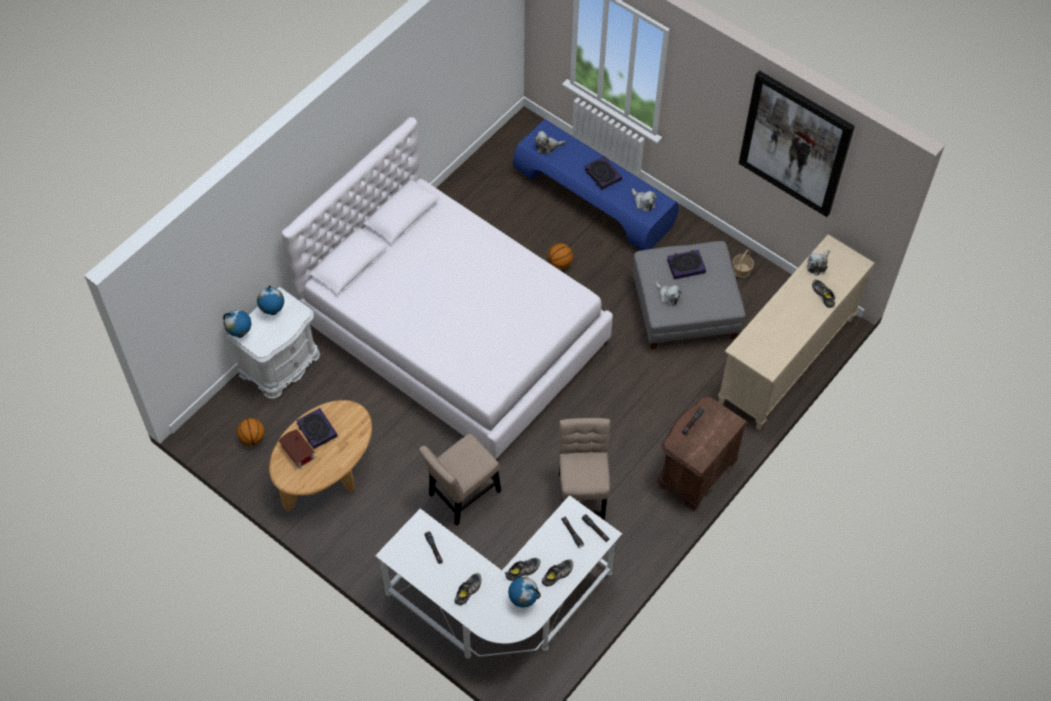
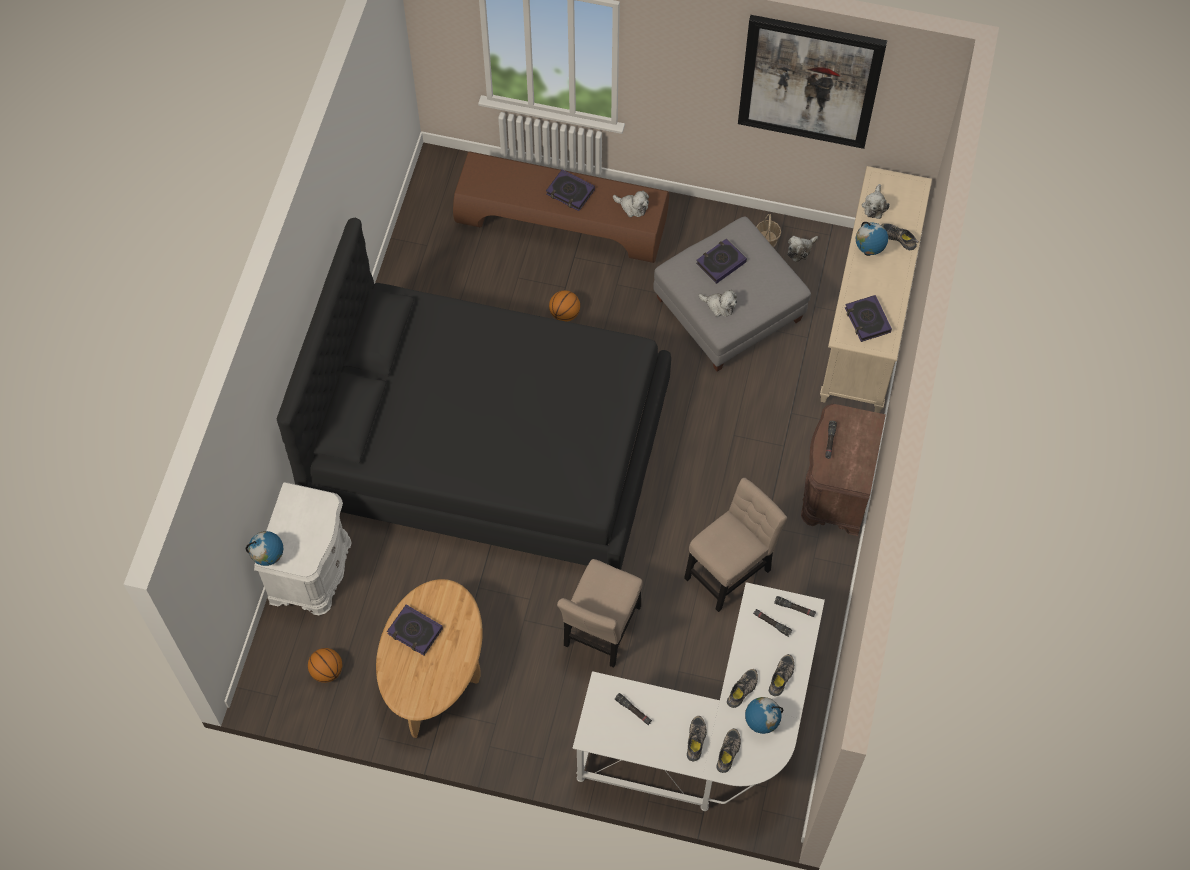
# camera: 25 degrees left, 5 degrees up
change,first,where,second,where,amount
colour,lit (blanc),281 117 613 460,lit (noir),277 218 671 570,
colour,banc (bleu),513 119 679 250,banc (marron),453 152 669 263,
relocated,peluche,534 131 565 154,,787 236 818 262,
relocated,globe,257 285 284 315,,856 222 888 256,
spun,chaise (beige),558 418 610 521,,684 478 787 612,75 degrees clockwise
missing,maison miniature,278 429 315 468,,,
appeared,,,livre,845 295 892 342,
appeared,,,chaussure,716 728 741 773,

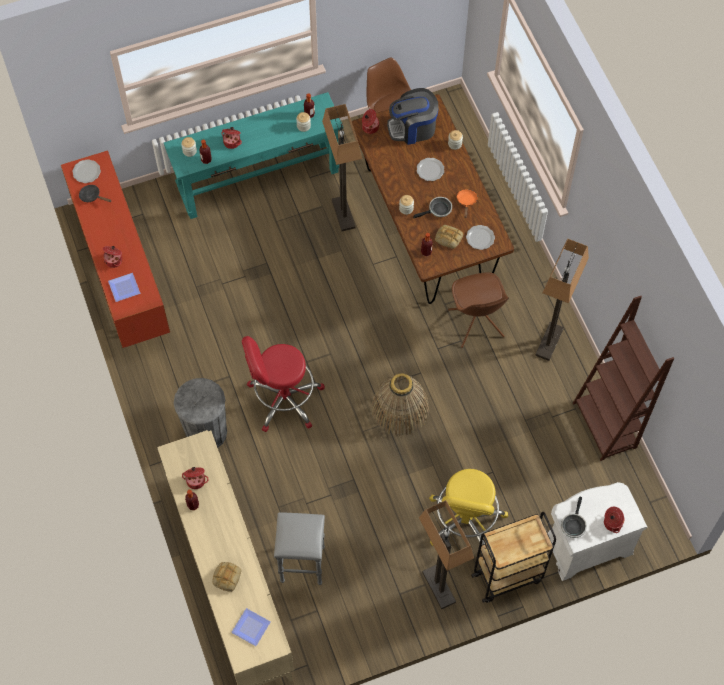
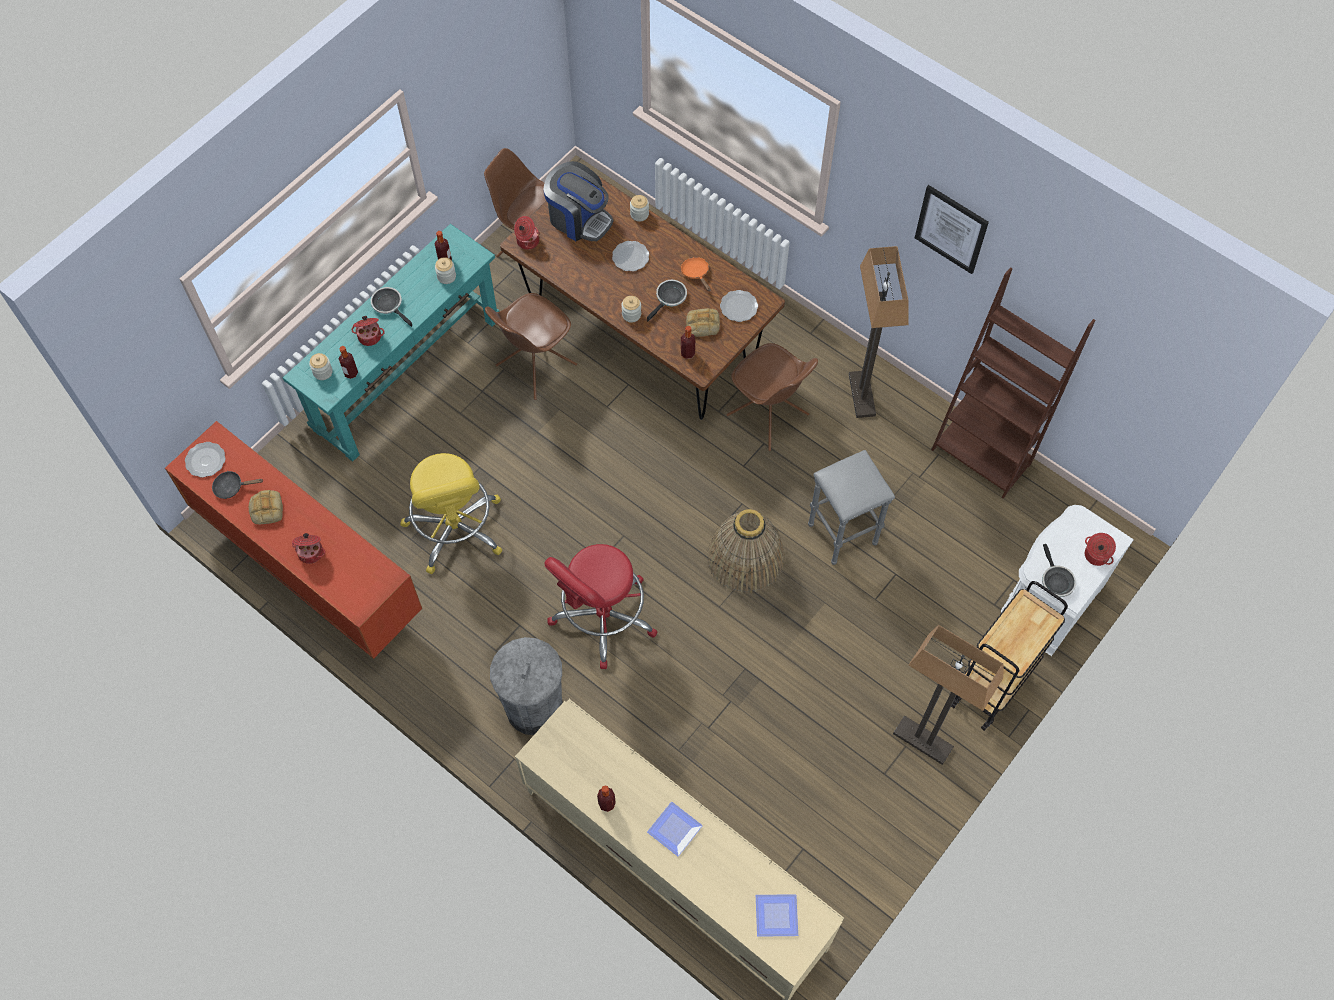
# camera: 30 degrees left, 0 degrees up
change,first,where,second,where,amount
spun,machine à café,387 88 439 145,,543 161 613 241,105 degrees counterclockwise
exchanged,lampadaire,322 104 362 231,chaise (marron),485 293 577 400,
relocated,assiette,108 273 140 302,,647 802 703 857,
missing,marmite,182 467 209 489,,,
relocated,tabouret (jaune),429 469 508 546,,400 453 502 574,
relocated,tabouret (gris),274 512 325 585,,808 450 895 565,
relocated,pain,212 562 241 592,,249 490 283 524,
appeared,,,tableau,915 185 989 274,
appeared,,,poêle,371 287 412 327,

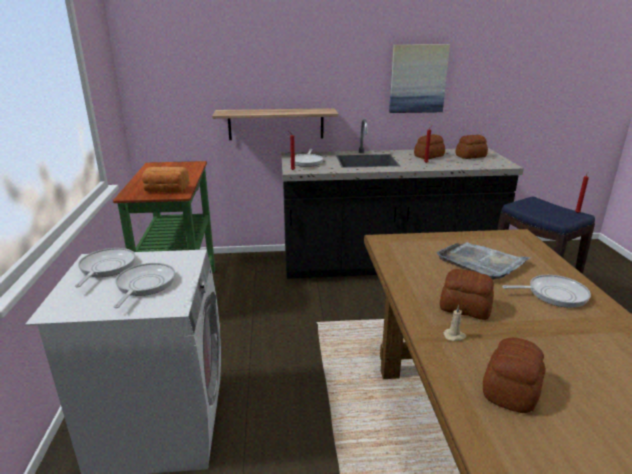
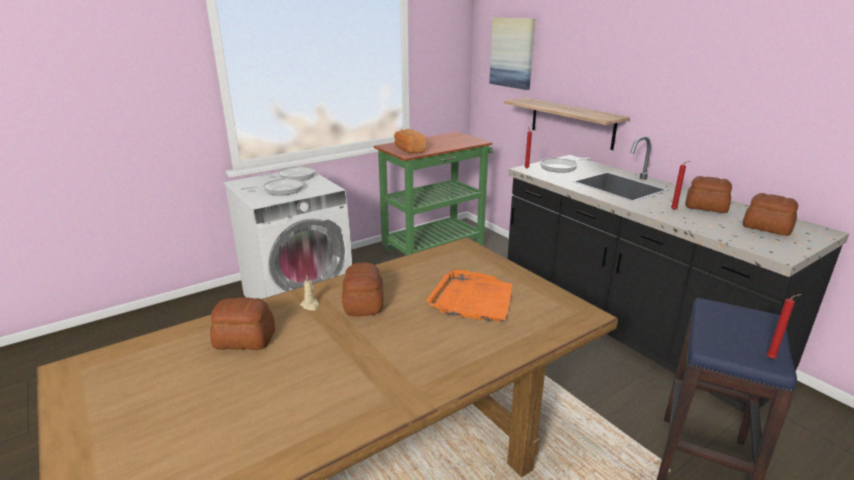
# camera: 60 degrees right, 0 degrees up
change,first,where,second,where,amount
relocated,tableau,389 44 450 113,,489 17 535 90,
colour,plateau (gris),437 242 530 280,plateau (orange),426 269 512 322,
missing,poêle,502 275 591 308,,,

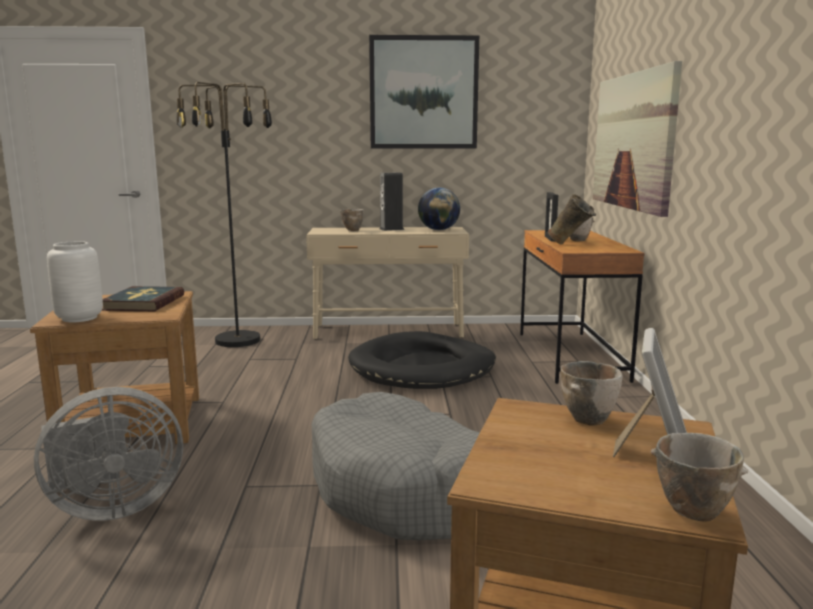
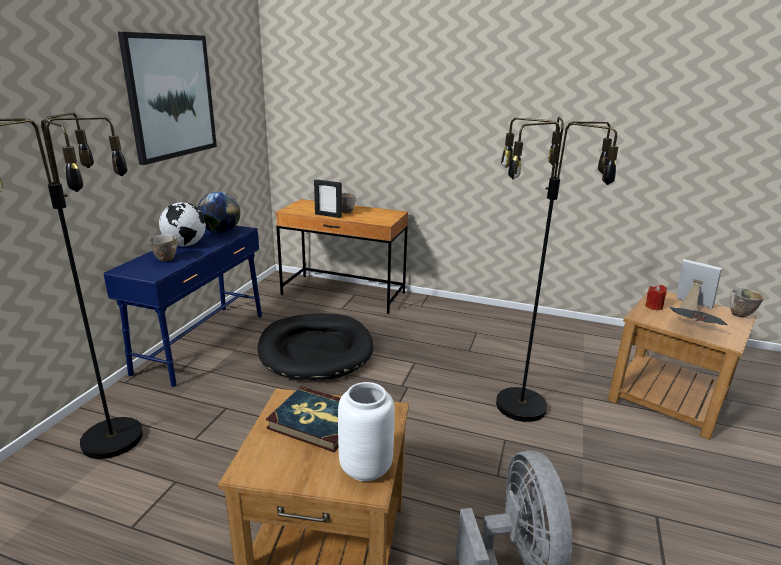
# camera: 70 degrees left, 10 degrees up
change,first,where,second,where,amount
missing,tableau,593 61 682 217,,,
exchanged,enceinte,379 173 404 231,globe,159 202 206 247,
missing,vase (beige),548 194 596 244,,,
colour,table console (beige),306 227 469 339,table console (bleu),103 225 262 387,
exchanged,bol,560 361 623 426,bougie (rouge),645 285 667 310,
exchanged,panier pour chien (gris),312 392 480 540,lampadaire,496 117 618 422,
appeared,,,journal,668 306 728 325,

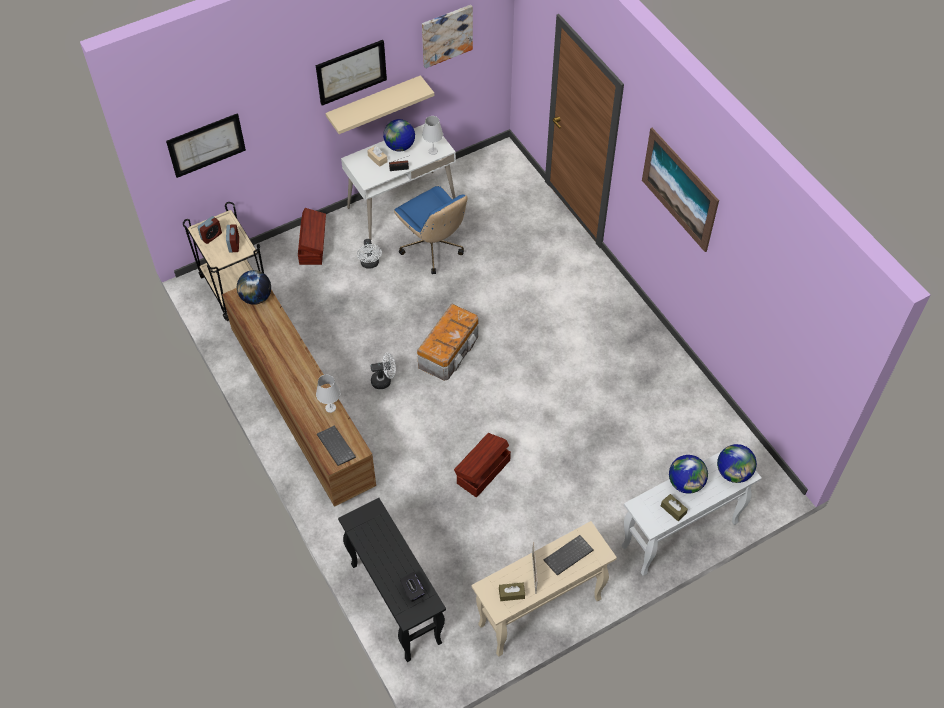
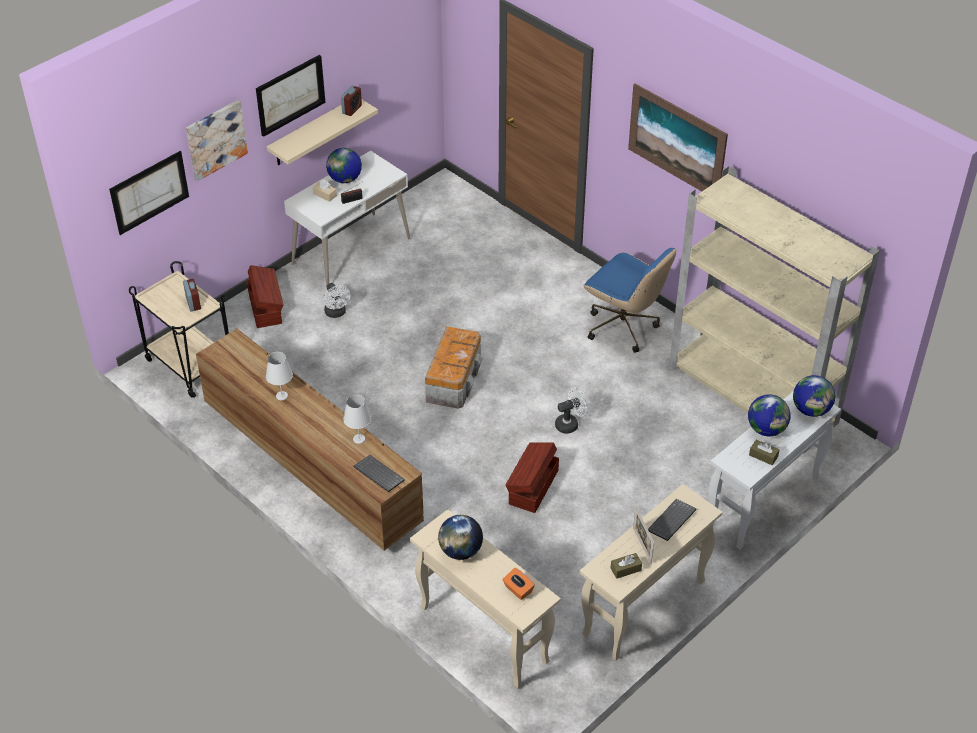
# camera: 15 degrees left, 10 degrees down
change,first,where,second,where,amount
relocated,tableau,422 5 473 68,,186 100 248 181,
relocated,lampe de table (blanc),422 116 443 155,,266 352 293 400,
relocated,chaise de bureau (bleu),394 186 468 274,,583 248 676 353,
relocated,réveil,198 216 222 244,,341 85 362 116,
relocated,globe,237 270 271 305,,438 515 483 560,
relocated,ventilateur (blanc),371 352 396 389,,555 387 587 434,
colour,table console (noir),338 498 446 662,table console (beige),410 509 561 689,
colour,boîte à mouchoirs (noir),400 572 425 602,boîte à mouchoirs (orange),503 568 535 600,
appeared,,,bibliothèque (beige),669 166 880 454,

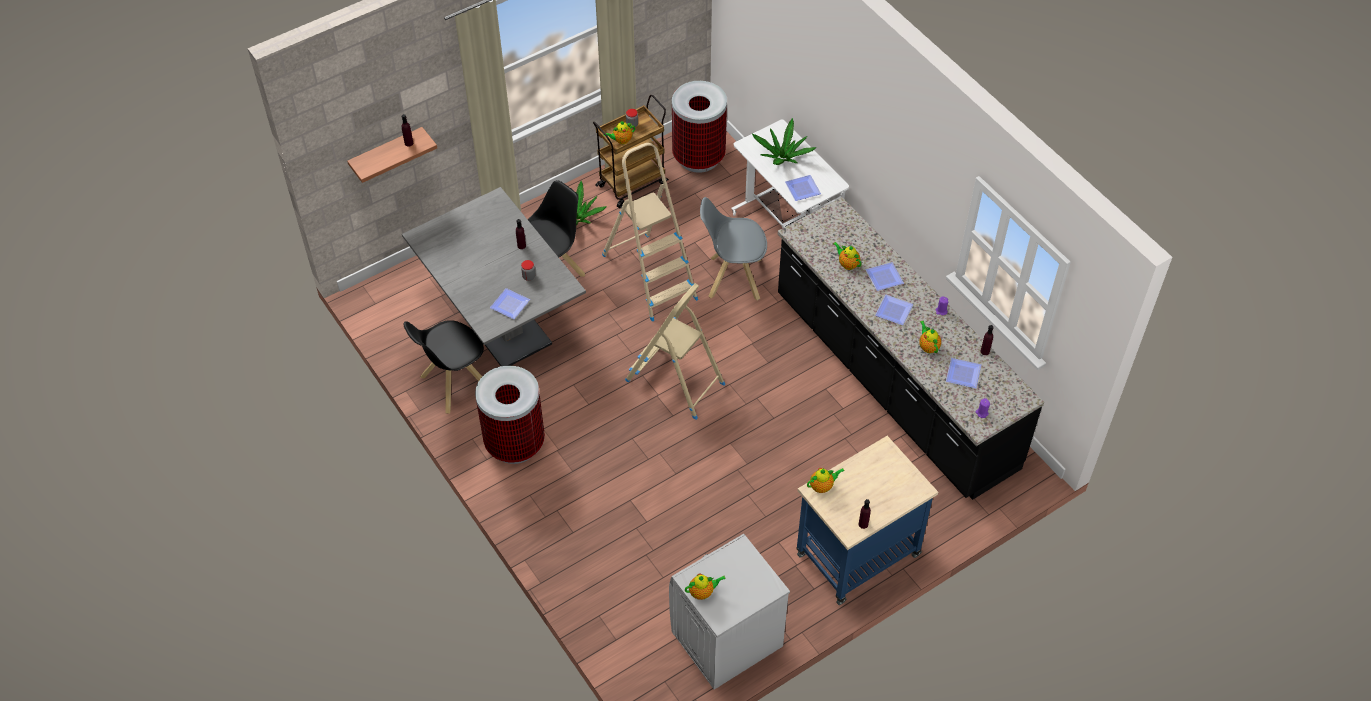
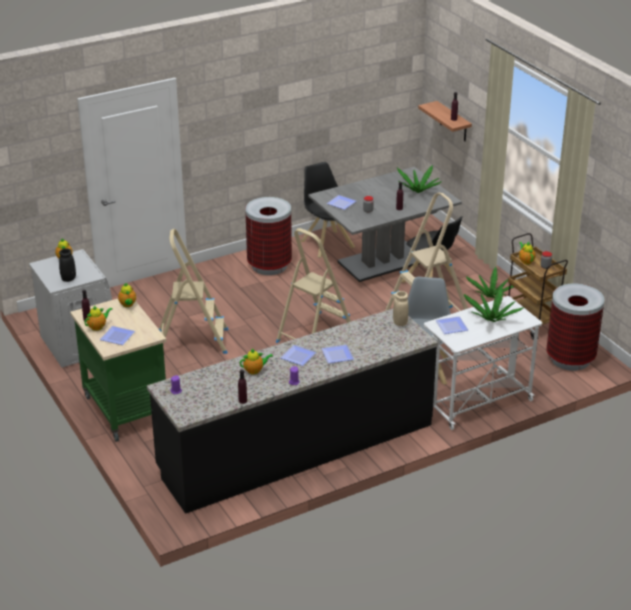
# camera: 95 degrees right, 20 degrees down
change,first,where,second,where,amount
relocated,théière,833 242 862 270,,84 306 112 331,
relocated,assiette,946 358 981 388,,100 326 135 345,
colour,chariot (bleu),797 436 938 605,chariot (vert),70 299 167 442,
appeared,,,plante en pot,397 165 441 193,
appeared,,,escabeau (beige),159 229 229 354,
appeared,,,vase (noir),59 248 76 282,
appeared,,,vase (beige),393 291 408 326,

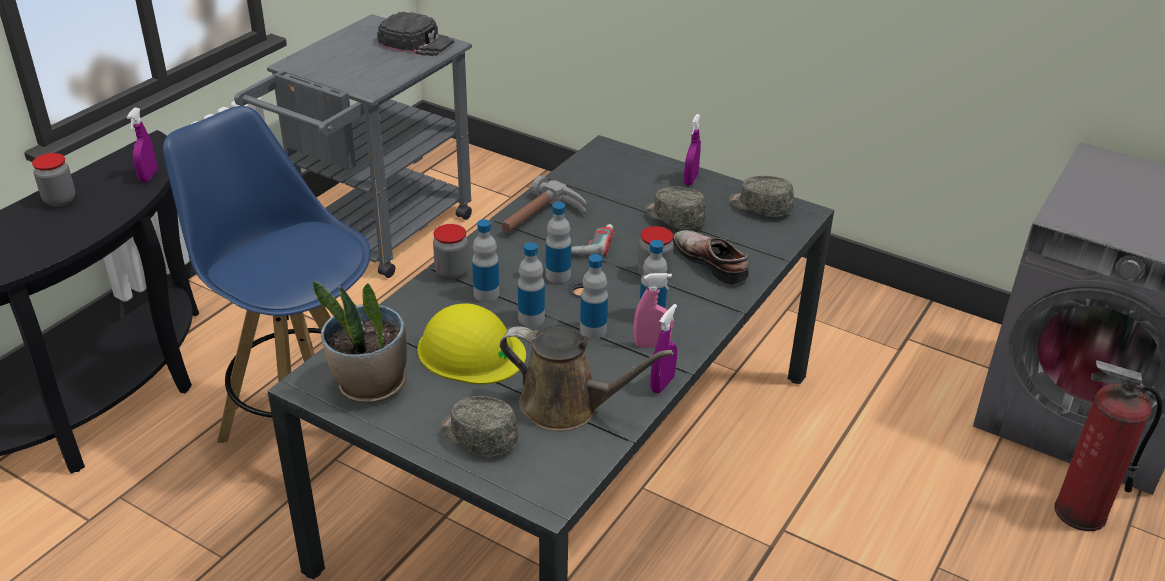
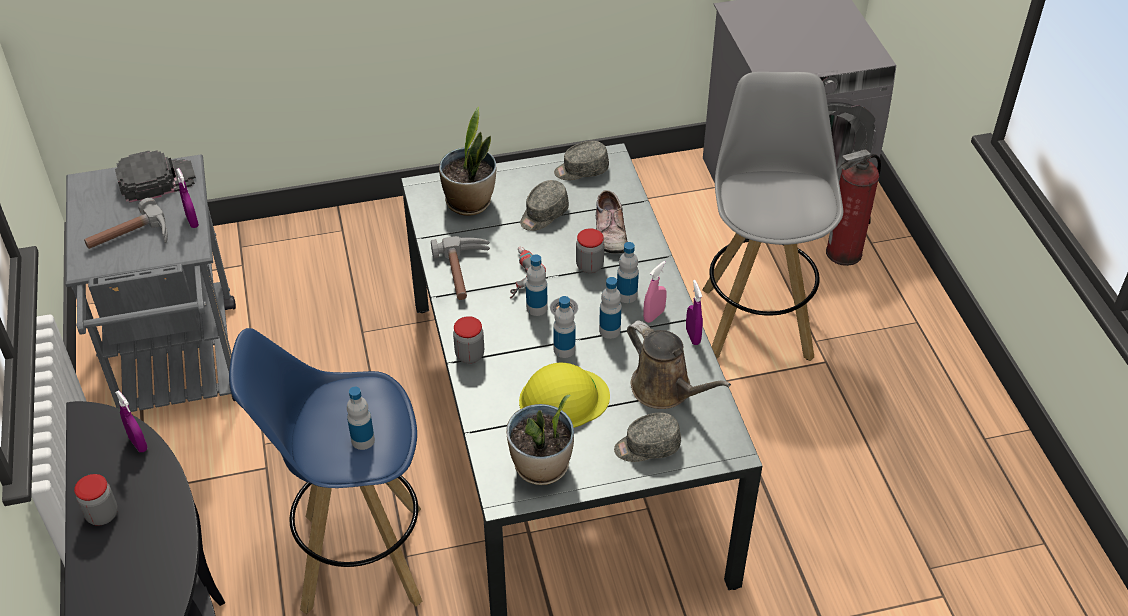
# camera: 45 degrees left, 10 degrees up
change,first,where,second,where,amount
relocated,vaporisateur (violet),684 114 701 185,,176 168 199 228,
spun,casquette (gris),645 186 706 229,,520 180 569 231,45 degrees counterclockwise
relocated,bouteille,472 219 499 302,,347 387 375 450,
spun,chaussure,673 230 749 285,,596 190 628 253,105 degrees counterclockwise
spun,arrosoir (marron),500 326 674 432,,627 320 731 409,75 degrees clockwise
appeared,,,tabouret (gris),702 72 843 361,
appeared,,,plante en pot,439 106 496 216,
appeared,,,marteau,84 198 168 249,

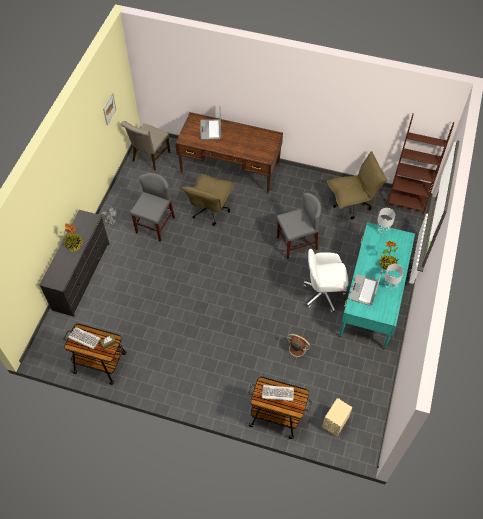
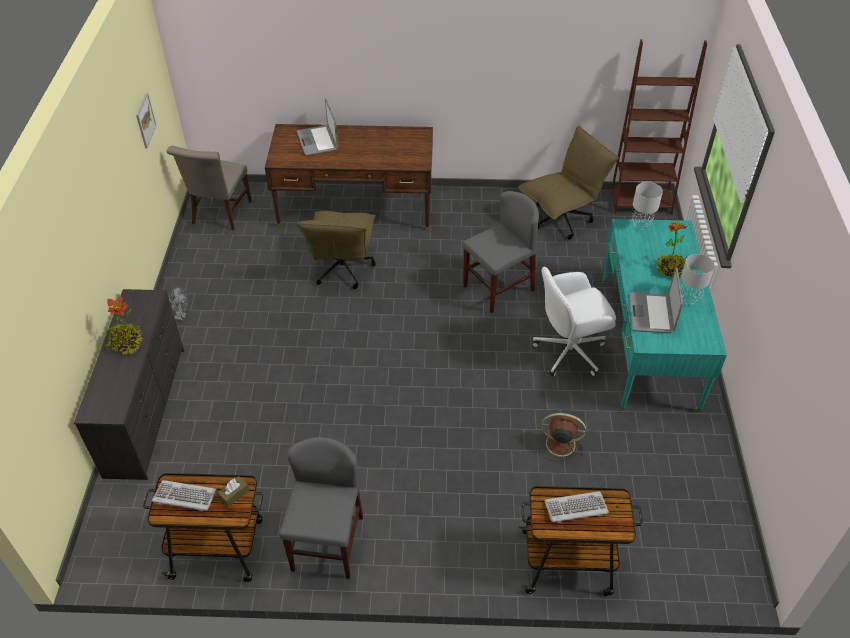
# camera: 15 degrees left, 10 degrees down
change,first,where,second,where,amount
relocated,chaise (gris),130 173 175 242,,279 437 363 579,
missing,enceinte (beige),322 398 352 436,,,

